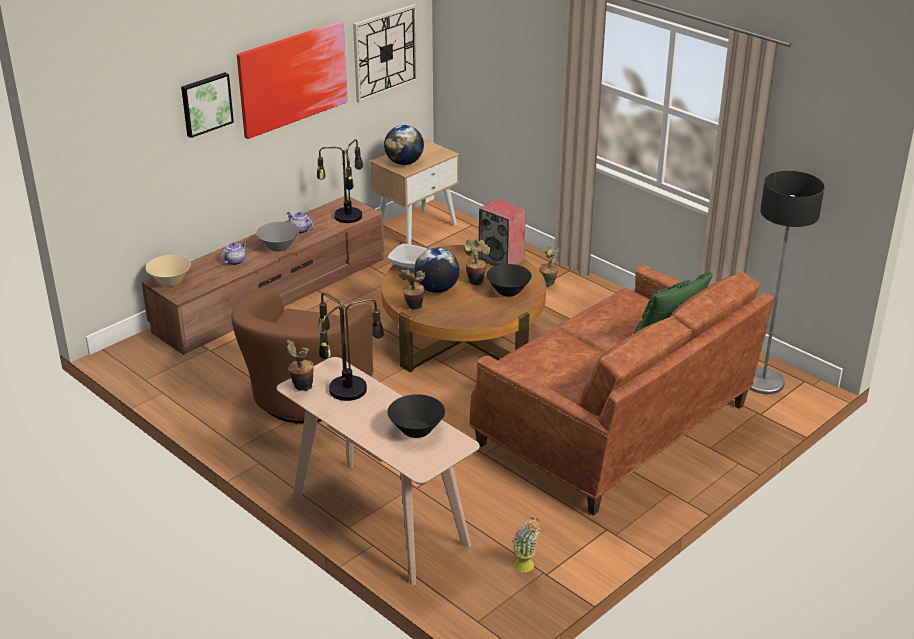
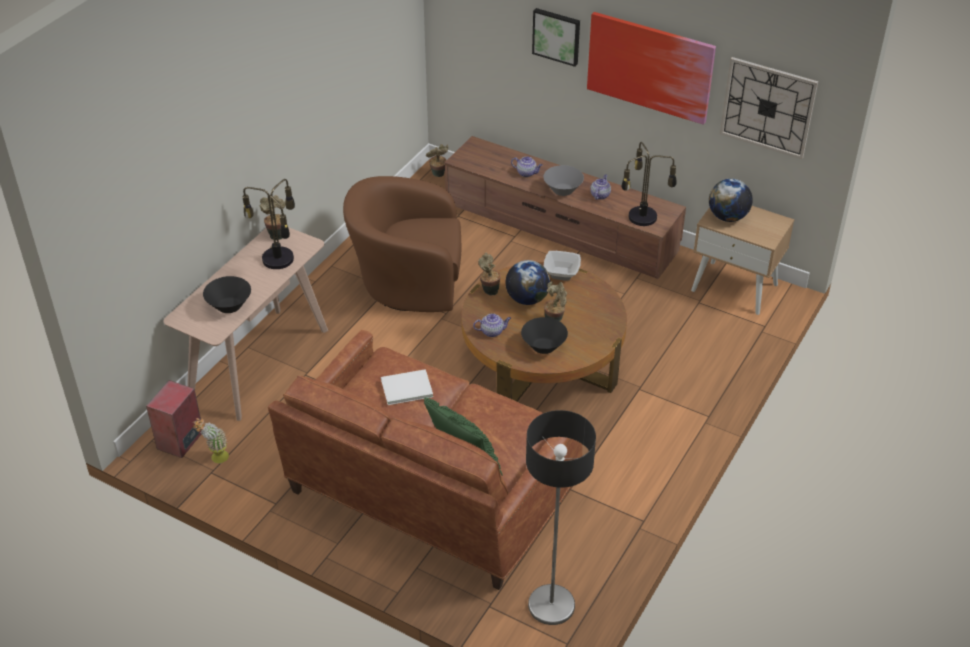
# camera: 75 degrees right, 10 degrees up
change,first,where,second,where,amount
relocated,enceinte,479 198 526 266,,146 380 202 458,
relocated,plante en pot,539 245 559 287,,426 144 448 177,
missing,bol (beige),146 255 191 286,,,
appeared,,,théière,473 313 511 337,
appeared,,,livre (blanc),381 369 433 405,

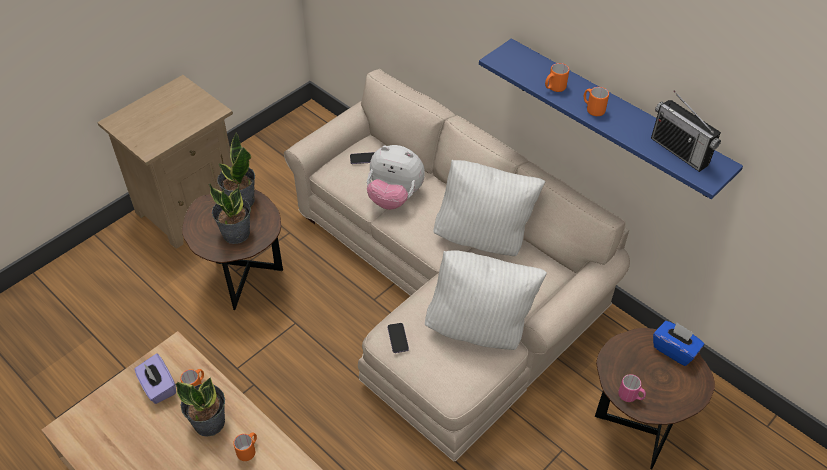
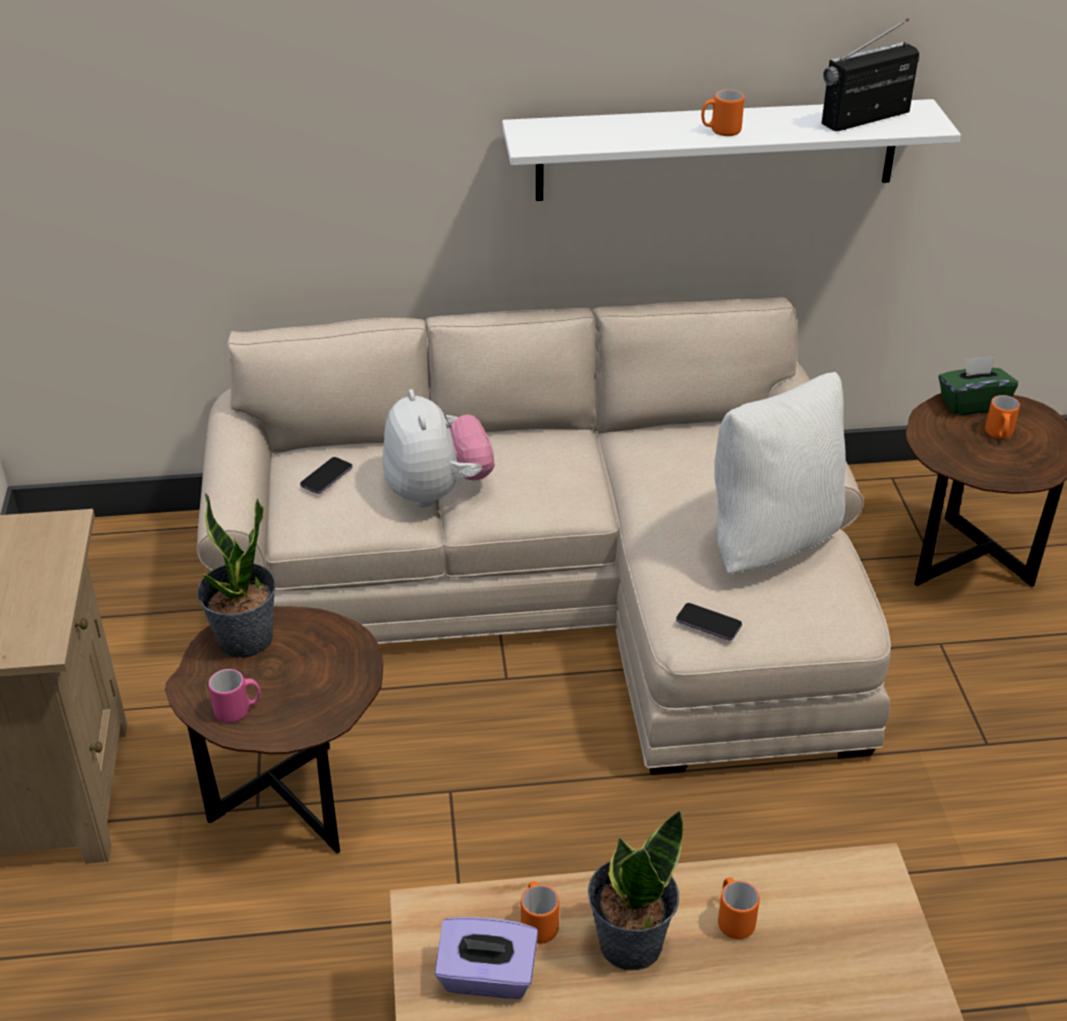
# camera: 50 degrees left, 10 degrees down
change,first,where,second,where,amount
colour,étagère (bleu),479 38 743 199,étagère (blanc),502 99 961 201,
relocated,mug (orange),545 63 569 92,,985 395 1020 439,
spun,radio,651 91 721 172,,821 19 920 131,150 degrees clockwise
spun,peluche,367 145 425 210,,382 389 495 507,75 degrees counterclockwise
missing,coussin (blanc),434 160 546 256,,,
missing,plante en pot,209 183 251 244,,,
colour,boîte à mouchoirs (bleu),653 321 704 366,boîte à mouchoirs (vert),938 356 1018 415,
relocated,mug (rose),618 374 646 402,,208 669 260 723,

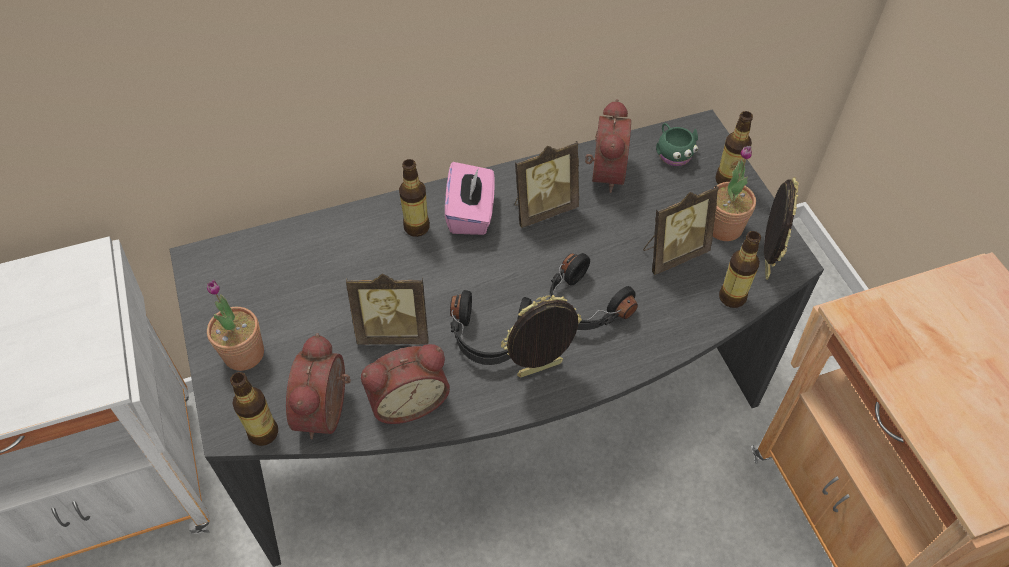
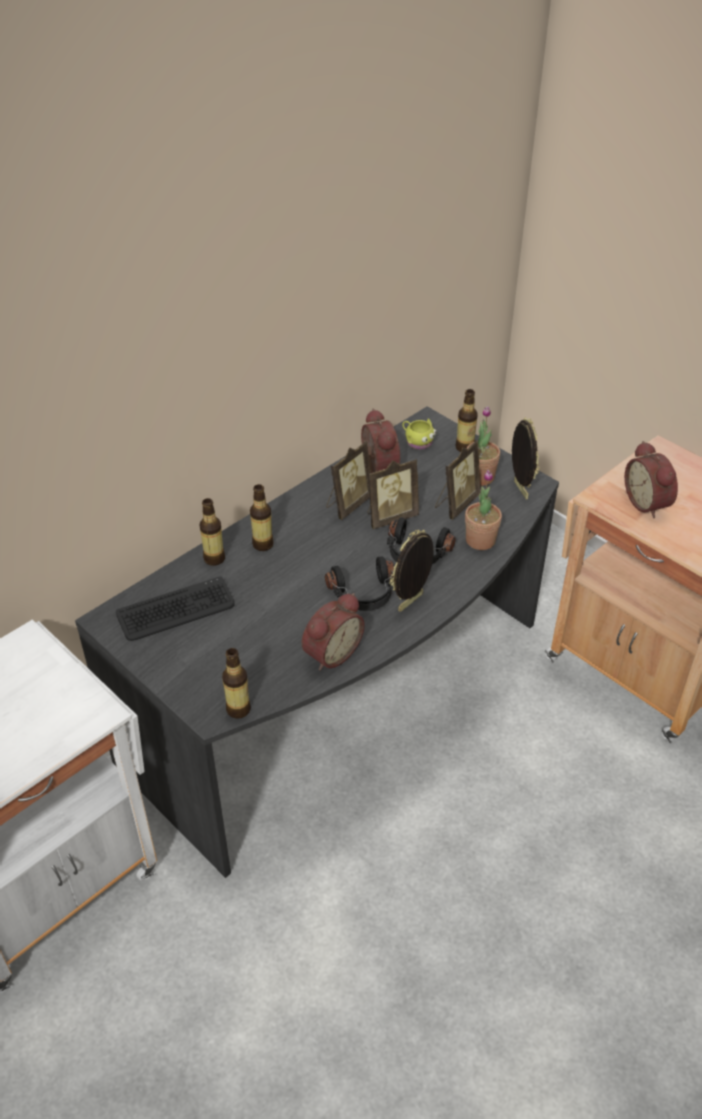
# camera: 25 degrees left, 10 degrees down
change,first,where,second,where,amount
colour,mug (vert),656 123 698 166,mug (jaune),402 418 437 450,
missing,boîte à mouchoirs (rose),445 162 495 235,,,
relocated,bouteille,719 231 761 308,,200 498 225 566,
relocated,cadre photo,346 274 428 344,,367 458 419 529,
relocated,plante en pot,207 279 264 371,,465 470 502 550,
relocated,réveil,286 333 351 439,,625 441 678 518,
appeared,,,clavier,116 577 235 641,

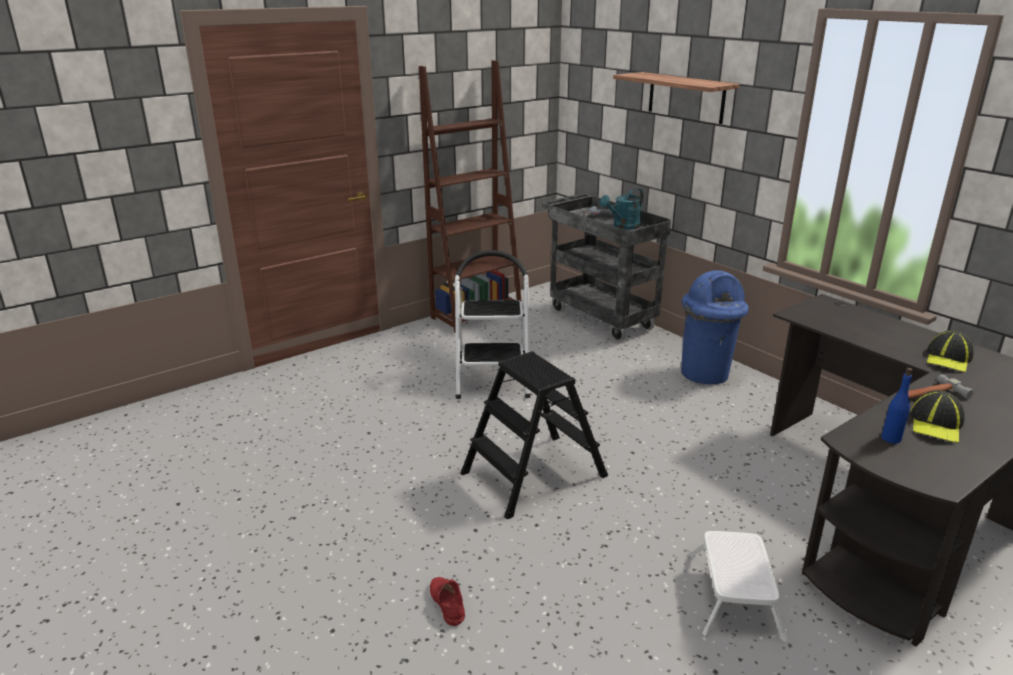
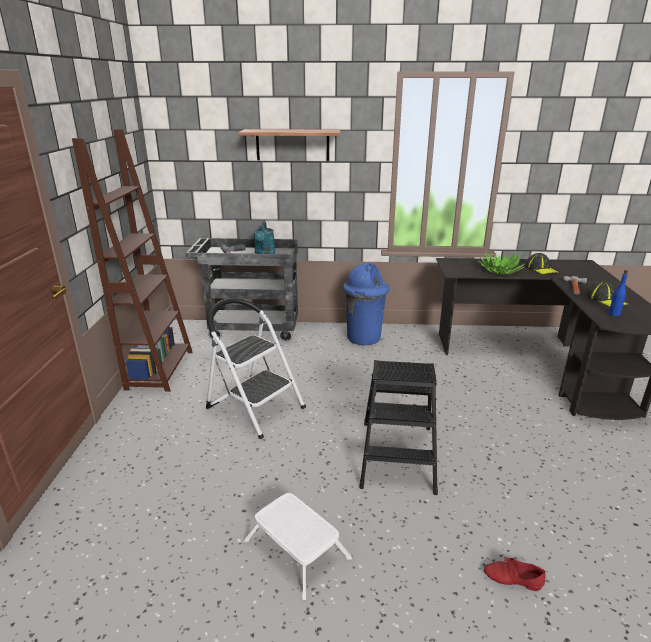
# camera: 50 degrees left, 0 degrees up
change,first,where,second,where,amount
relocated,escabeau (blanc),689 531 787 642,,244 493 352 600,
appeared,,,plante en pot,478 252 524 275,

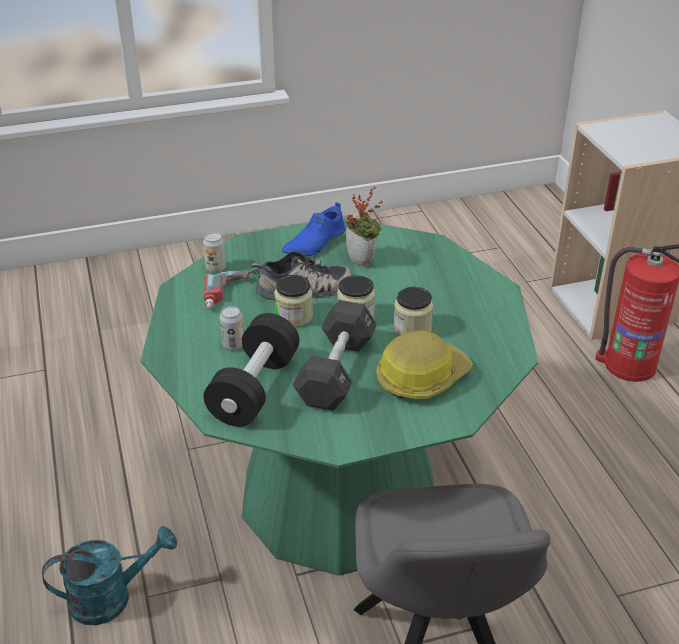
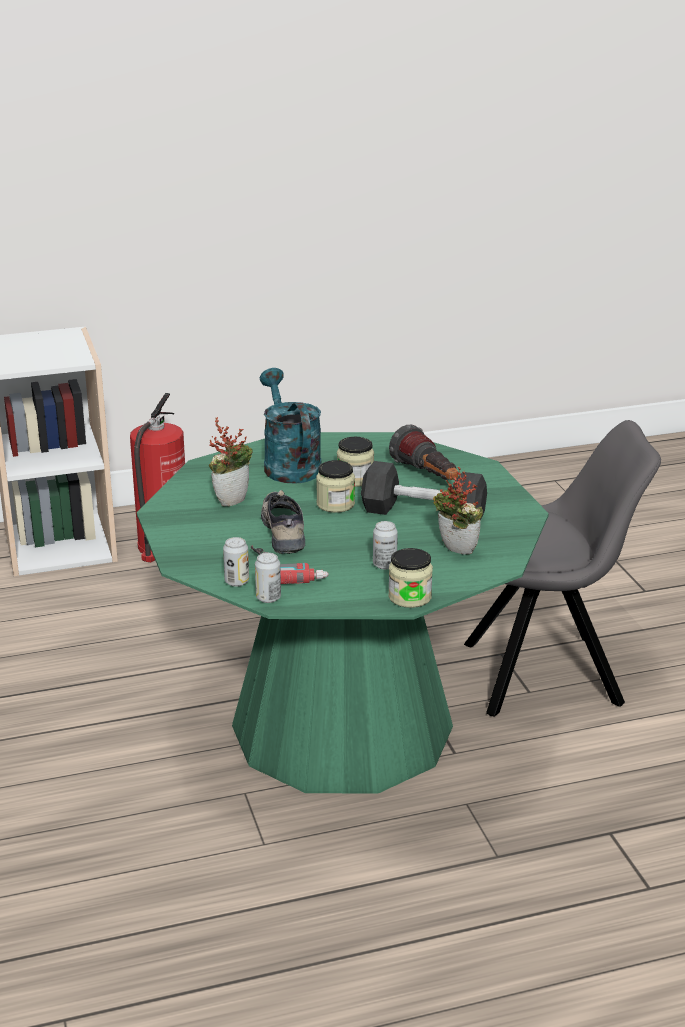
# camera: 90 degrees left, 10 degrees down
change,first,where,second,where,amount
missing,chaussure (bleu),282 202 346 256,,,
relocated,bocal,274 275 313 327,,388 548 433 608,
exchanged,haltère (noir),203 313 300 427,plante en pot,433 467 483 555,
exchanged,casque de chantier,376 330 473 399,lampe de poche,389 424 458 480,
relocated,arrosoir (turquoise),42 526 177 625,,260 368 321 484,
appeared,,,boîte métallique,255 553 281 603,

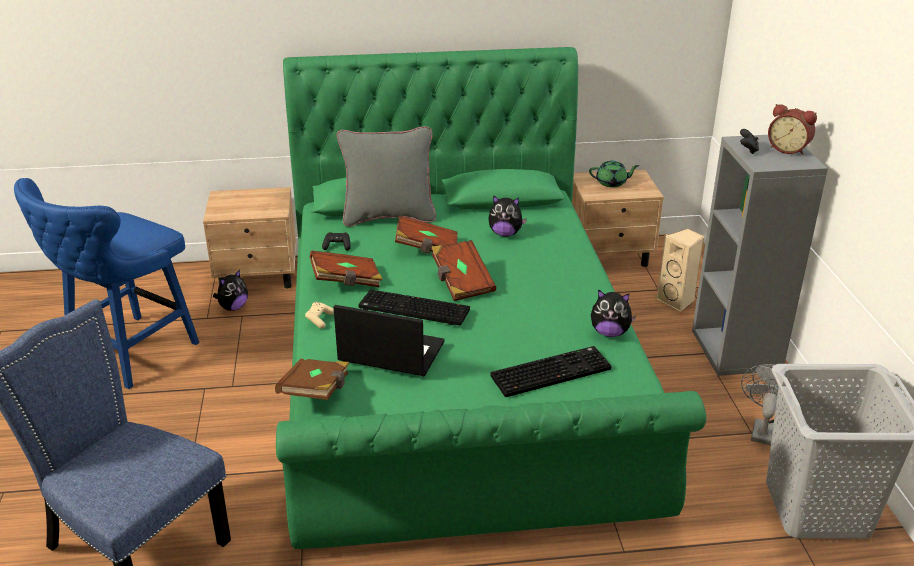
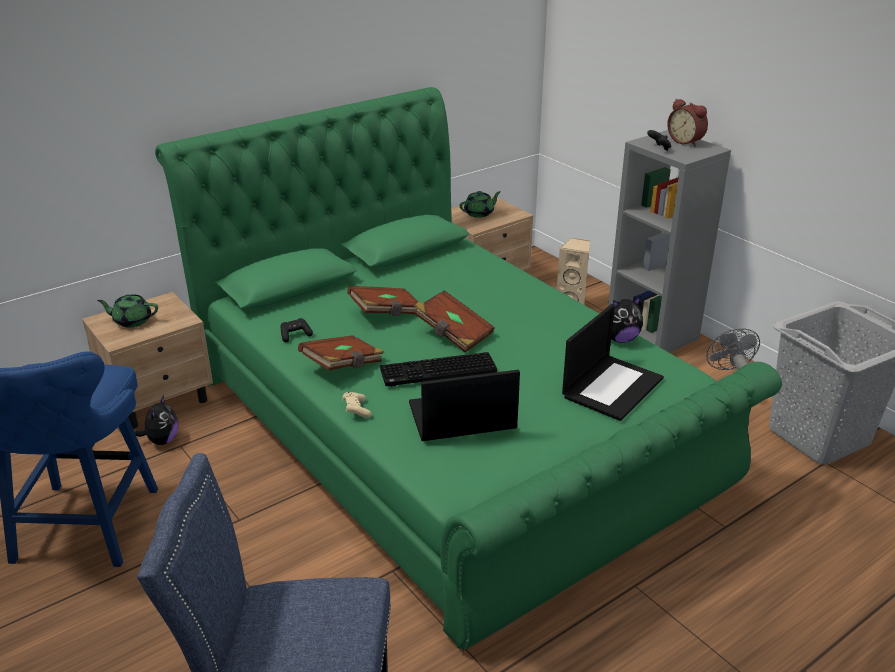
# camera: 30 degrees left, 0 degrees up
change,first,where,second,where,amount
spun,réveil,768 104 817 155,,667 99 708 147,45 degrees clockwise
missing,coussin (gris),337 126 436 227,,,
missing,peluche,488 195 527 237,,,
exchanged,clavier,490 346 612 397,ordinateur portable,562 304 664 421,
missing,livre (marron),275 359 349 400,,,
appeared,,,théière (vert),97 294 158 327,

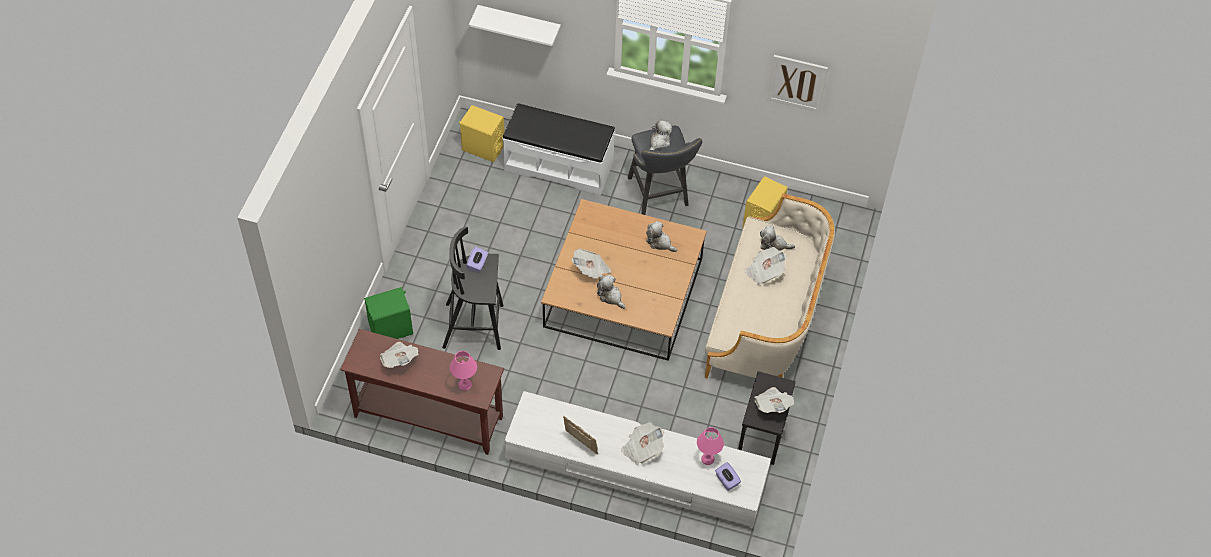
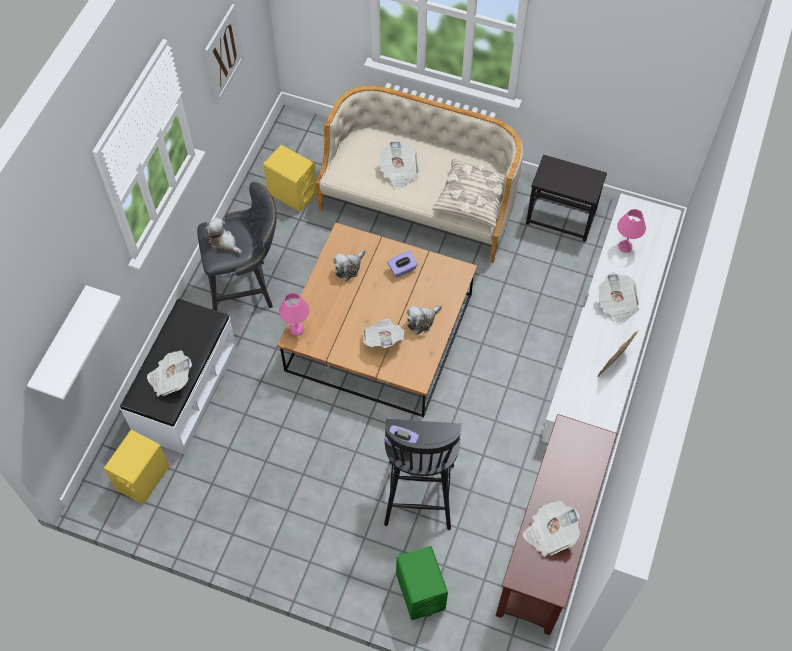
# camera: 85 degrees left, 5 degrees up
change,first,where,second,where,amount
missing,peluche,760 225 795 251,,,
relocated,lampe de table (rose),450 351 477 391,,279 293 309 336,
relocated,journal,754 387 795 413,,147 350 192 397,
relocated,boîte à mouchoirs (violet),715 462 741 491,,387 251 418 278,
appeared,,,coussin (beige),432 159 505 228,

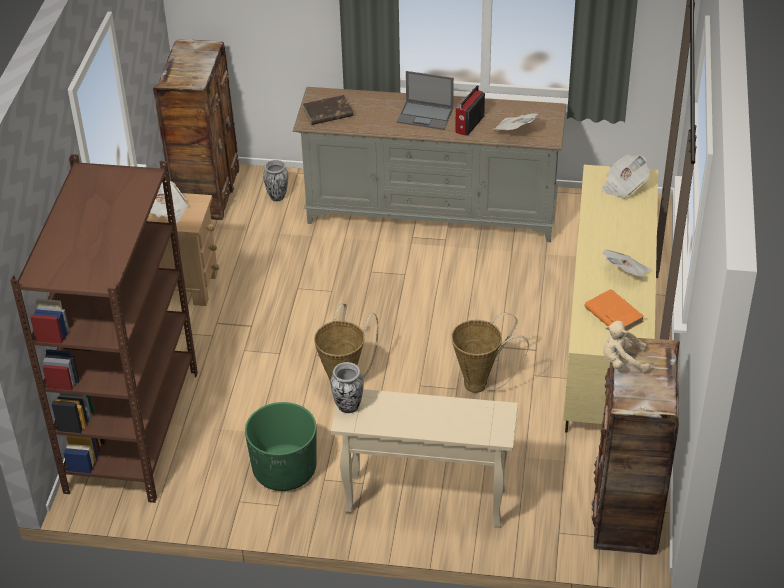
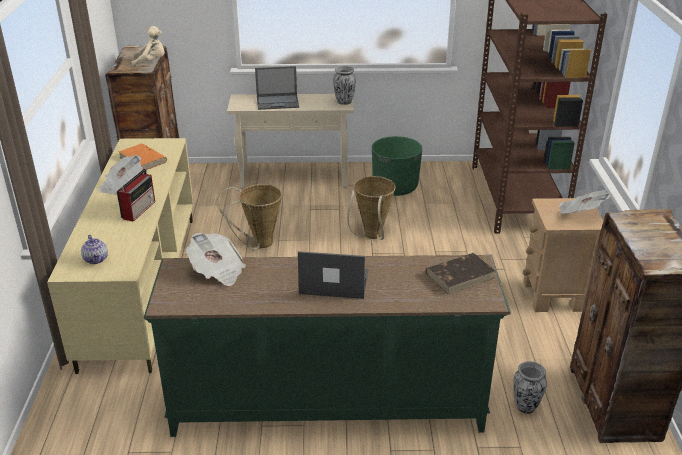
# camera: 170 degrees right, 10 degrees down
change,first,where,second,where,amount
relocated,radio,455 85 485 136,,117 169 155 222,
colour,meuble de rangement (gris),293 87 566 242,meuble de rangement (vert),144 255 511 437,
exchanged,journal,601 155 650 199,théière,81 235 108 264,
appeared,,,ordinateur portable,255 66 299 110,

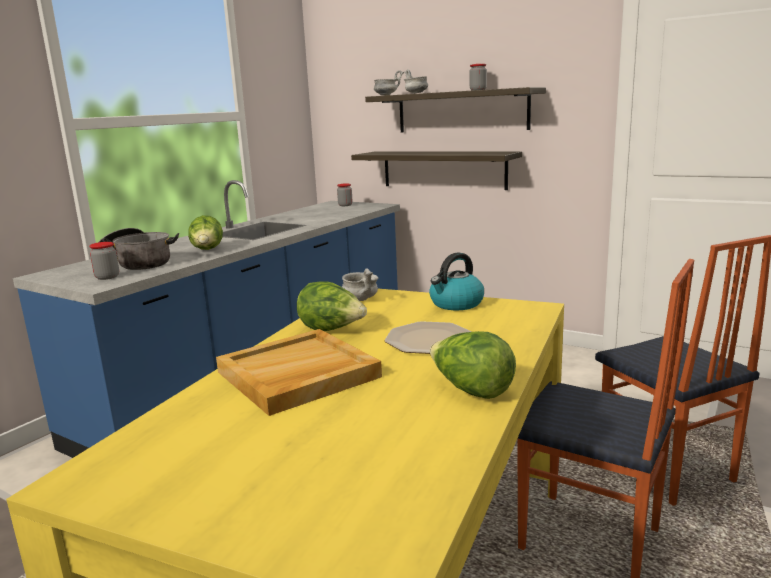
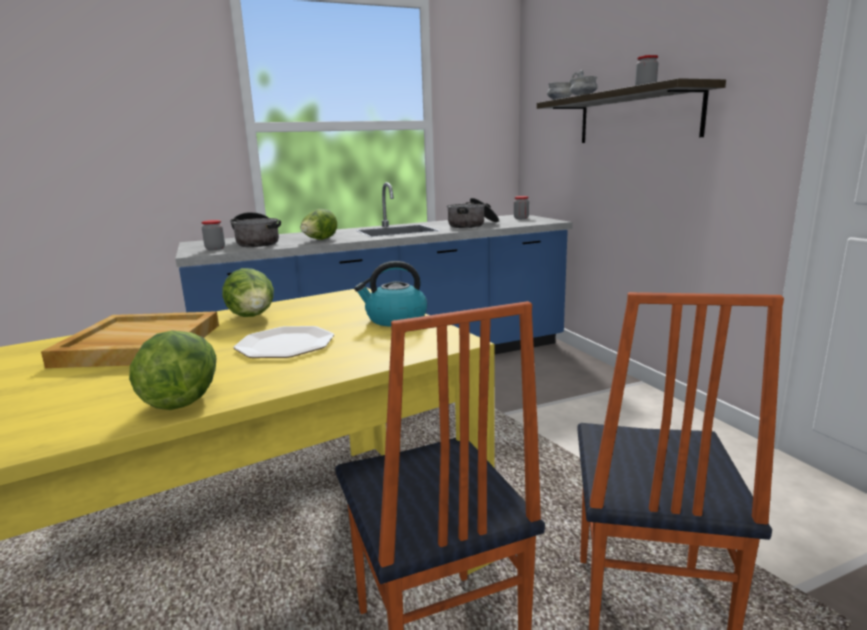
# camera: 35 degrees right, 0 degrees up
change,first,where,second,where,amount
missing,étagère,351 151 522 190,,,
missing,bol (gris),342 268 378 301,,,
appeared,,,marmite,447 198 499 228,

